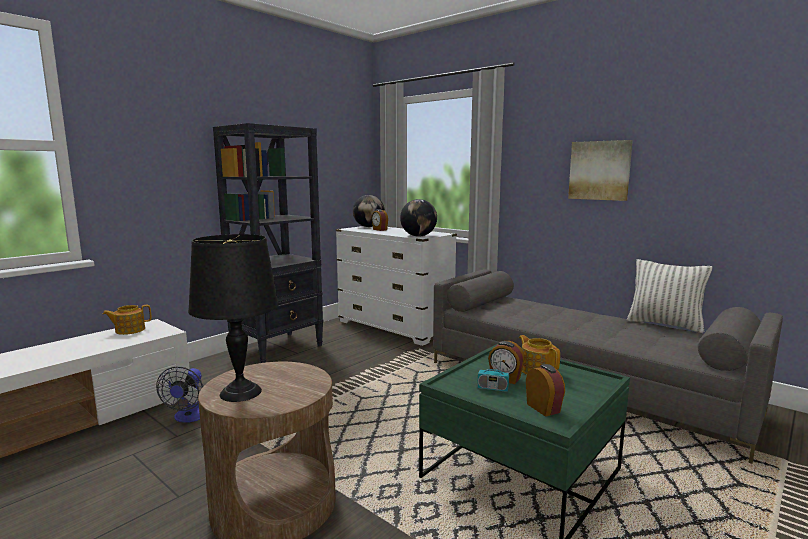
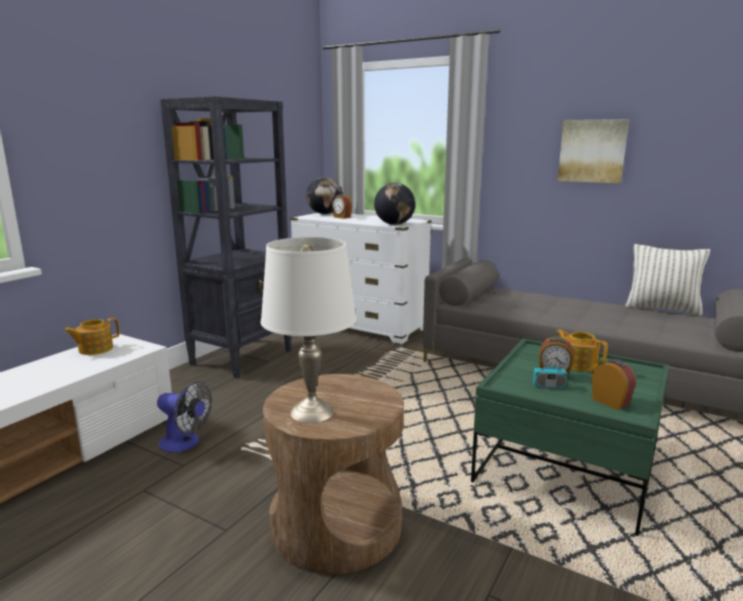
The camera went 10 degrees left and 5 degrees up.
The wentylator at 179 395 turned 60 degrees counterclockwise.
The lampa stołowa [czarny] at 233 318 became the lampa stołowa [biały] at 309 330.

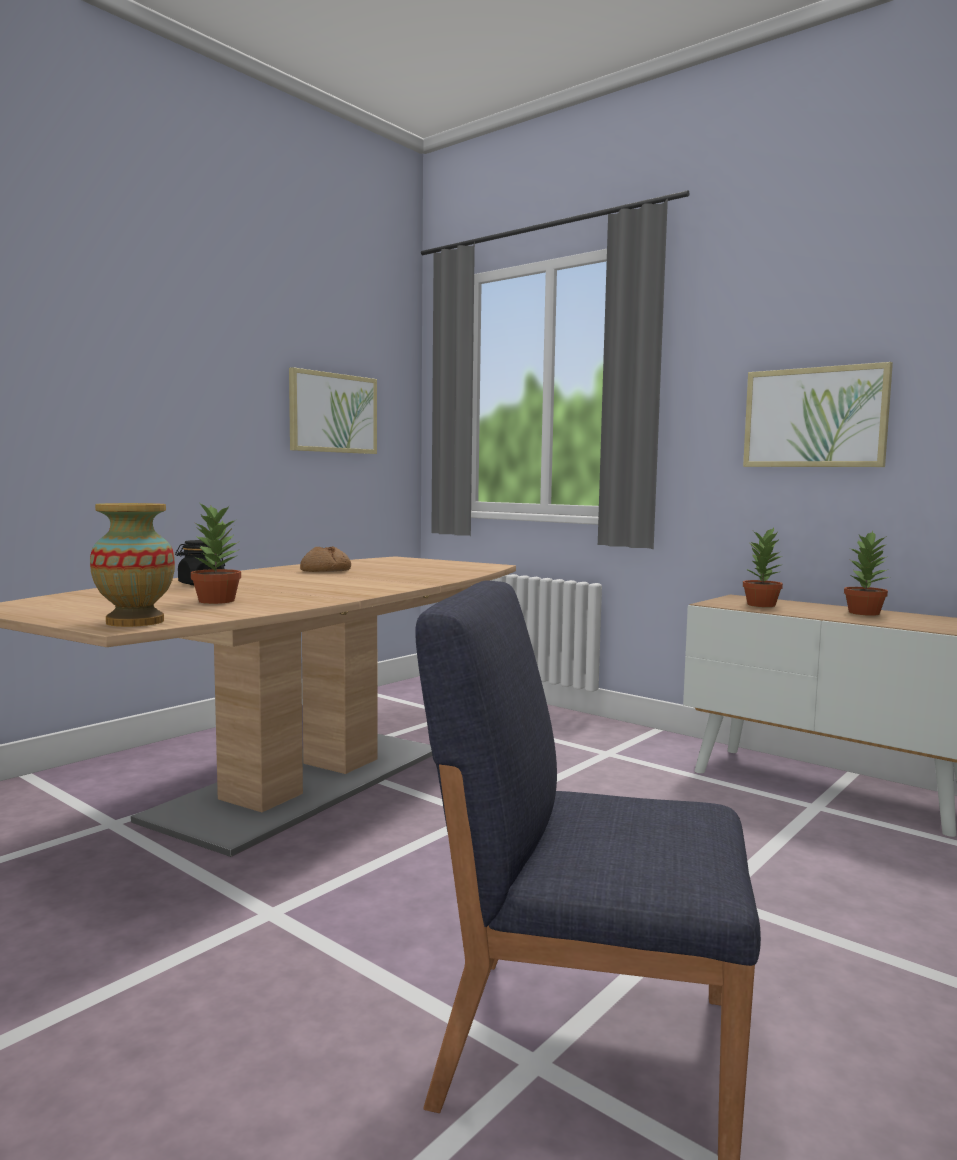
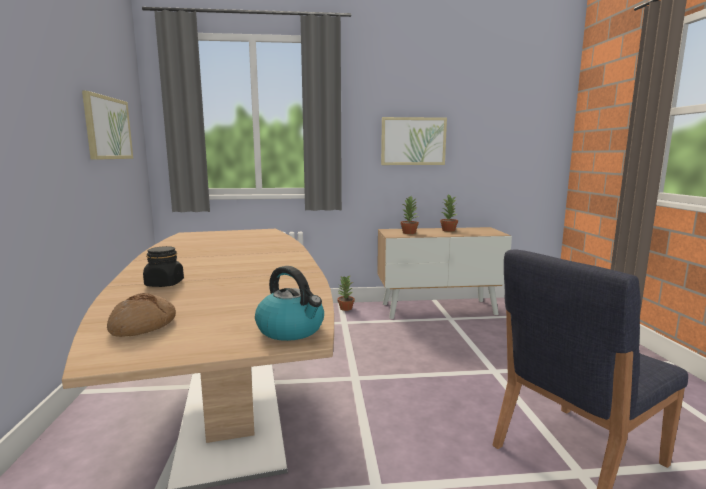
The camera went 45 degrees left and 5 degrees up.
The wazon at 132 565 was replaced by the czajnik at 289 303.
The roślina doniczkowa moved from 216 552 to 346 293.
The chleb moved from 325 559 to 141 315.

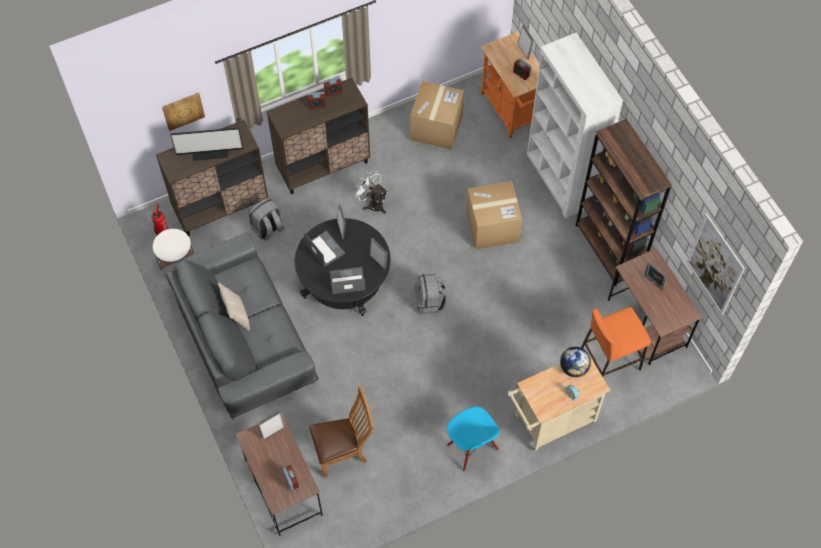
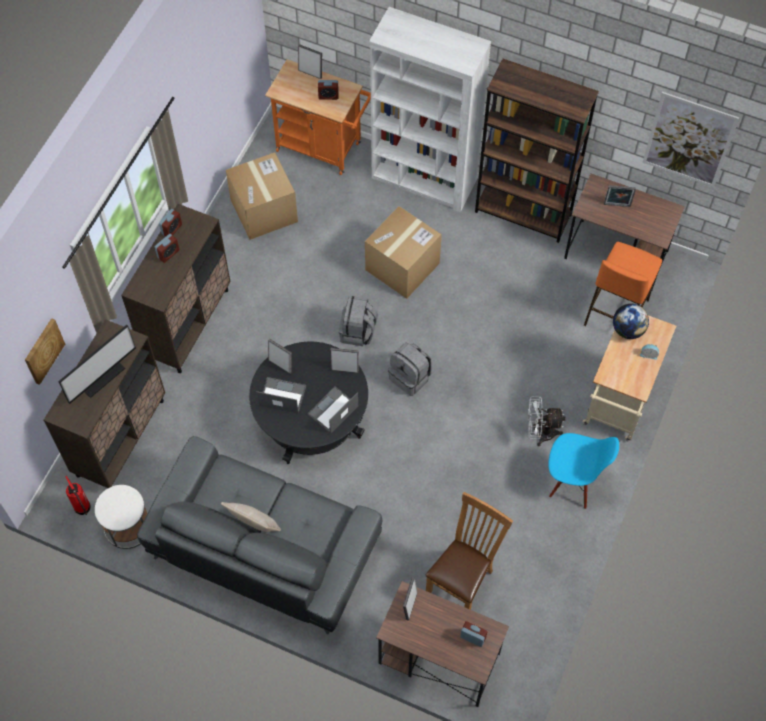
The camera went 40 degrees left and 0 degrees up.
The plecak [szary] moved from 266 219 to 358 321.
The wentylator [biały] moved from 370 192 to 547 421.

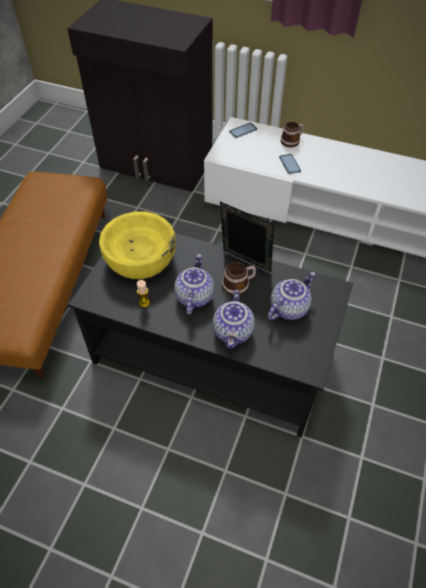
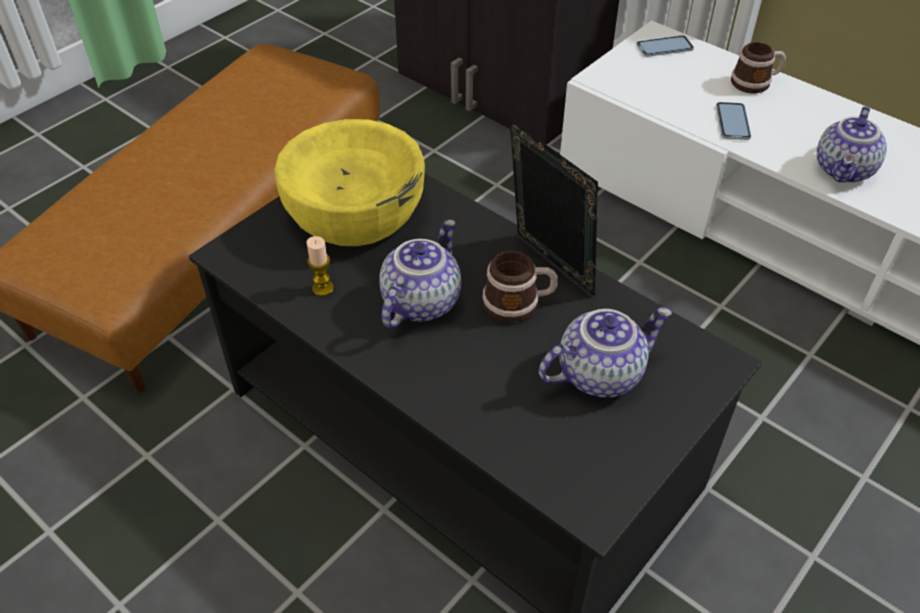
The camera went 20 degrees right and 5 degrees down.
The imbryk moved from 234 319 to 852 144.

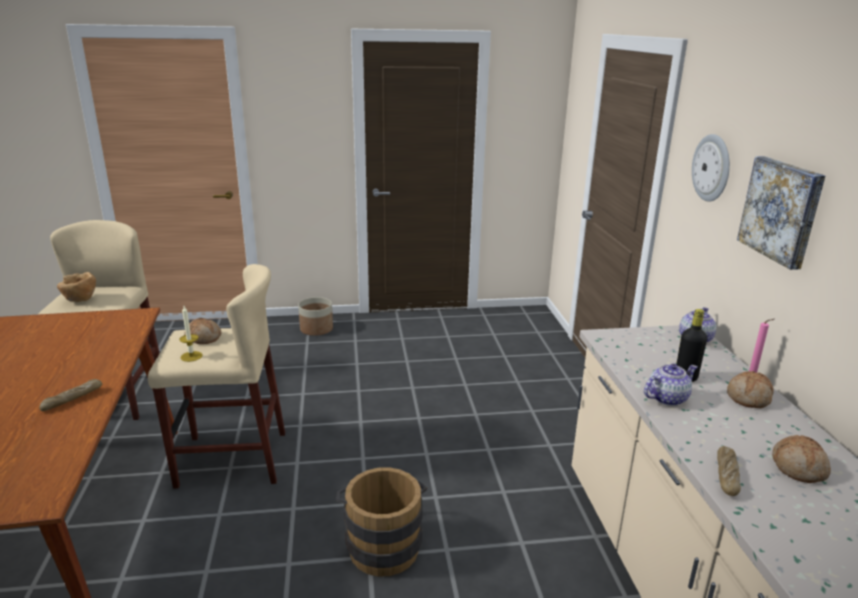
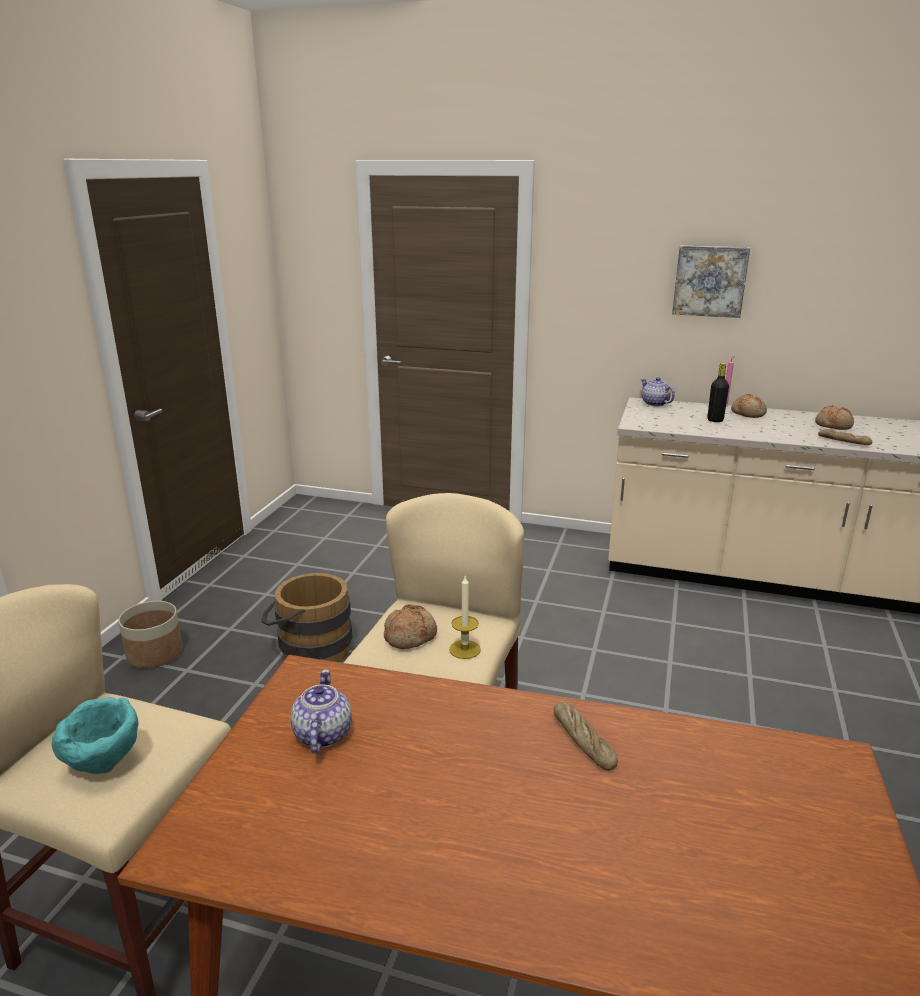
The camera went 65 degrees left and 0 degrees up.
The miska [brązowy] at 76 287 became the miska [turkusowy] at 95 735.
The wiadro [brązowy] moved from 381 521 to 306 617.
The imbryk moved from 671 385 to 320 711.
The zegar ścienny at 711 168 disappeared.

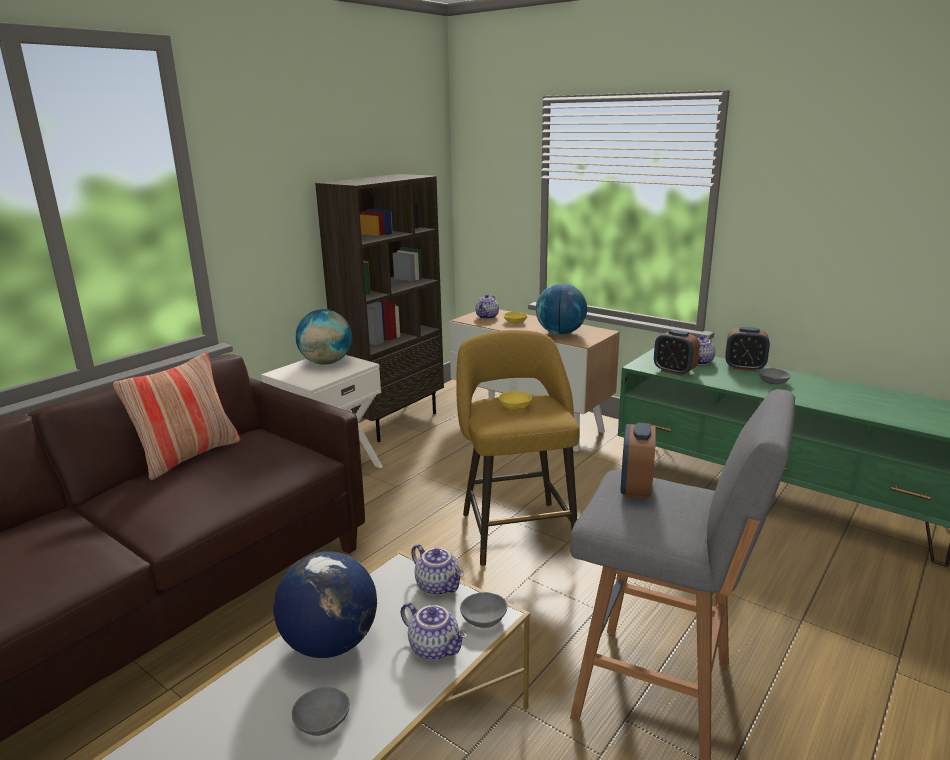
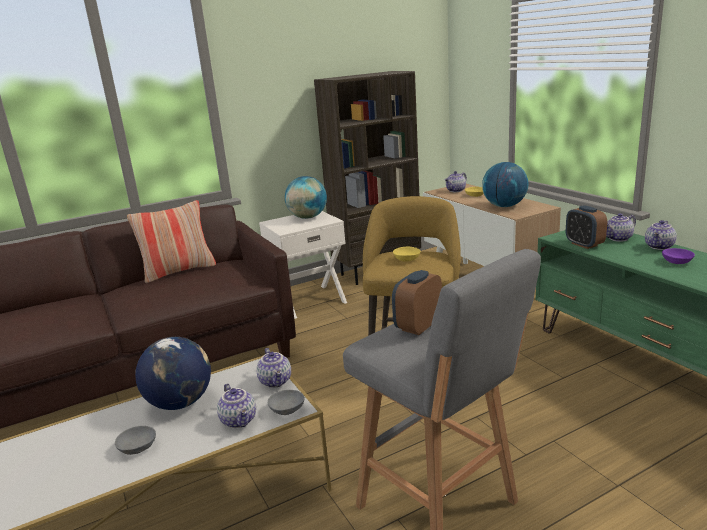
The camera went 25 degrees right and 0 degrees up.
The budzik at 748 349 was replaced by the imbryk at 661 235.
The miska [szary] at 774 376 became the miska [fioletowy] at 678 256.

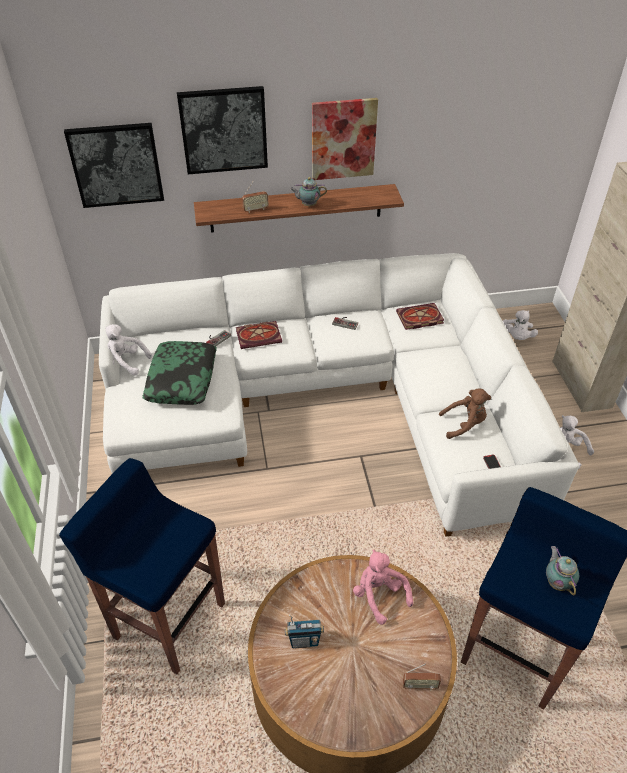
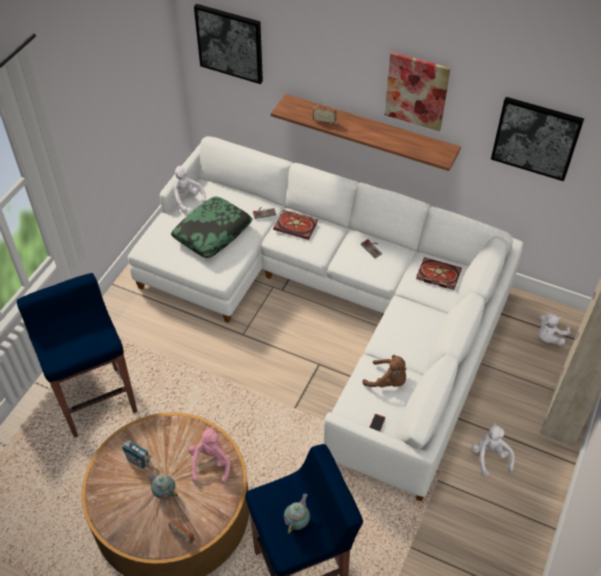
The camera went 35 degrees right and 5 degrees up.
The obraz moved from 222 130 to 537 139.
The imbryk moved from 308 191 to 162 486.

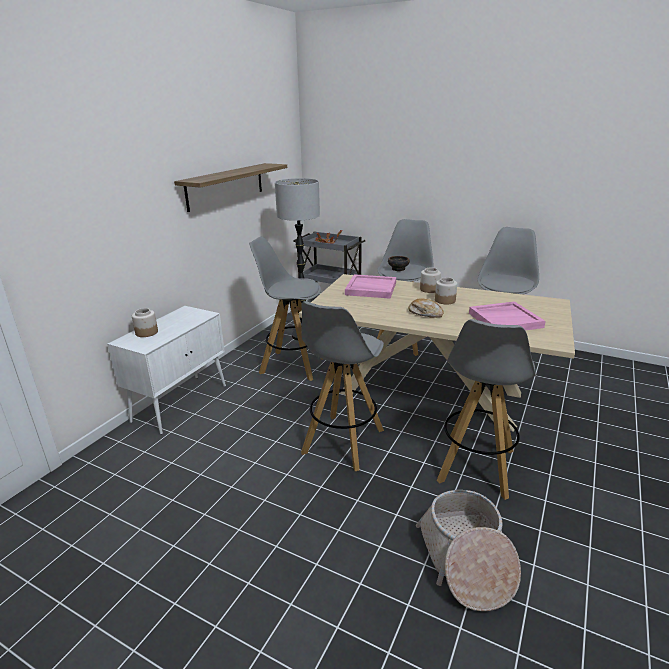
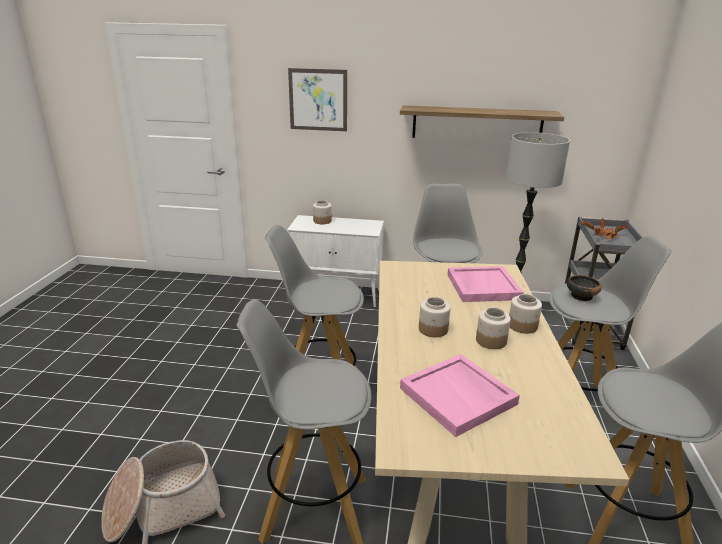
The camera went 70 degrees right and 0 degrees up.
The chleb at 426 308 was replaced by the słoik at 435 317.
The obraz at 317 99 appeared.

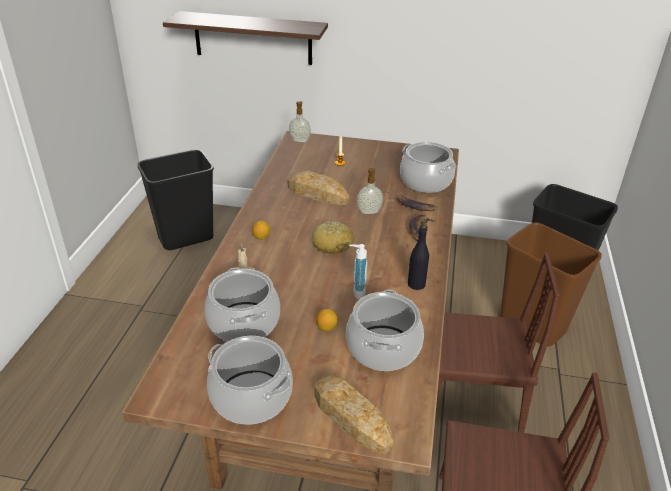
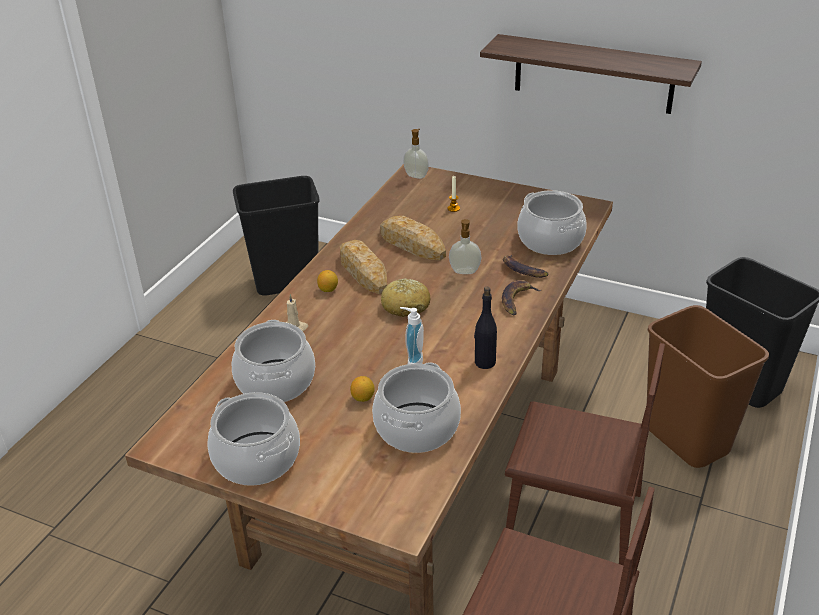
The camera went 15 degrees right and 0 degrees up.
The półka moved from 245 38 to 591 74.
The chleb moved from 354 414 to 363 267.

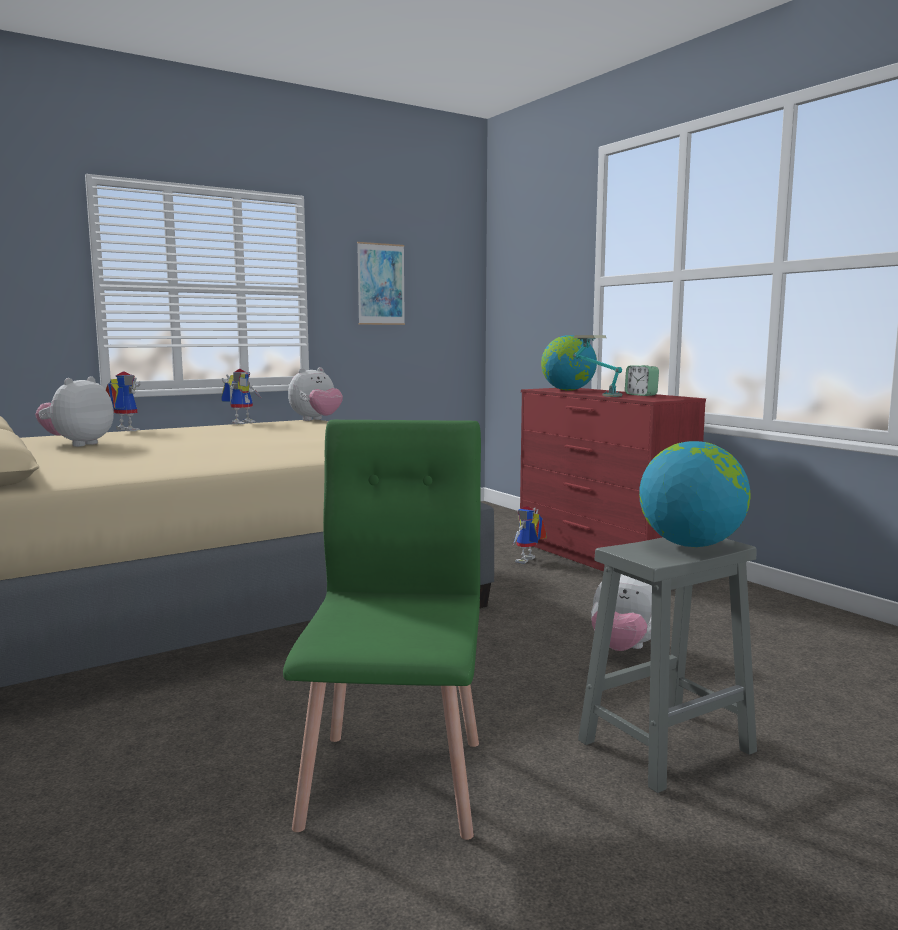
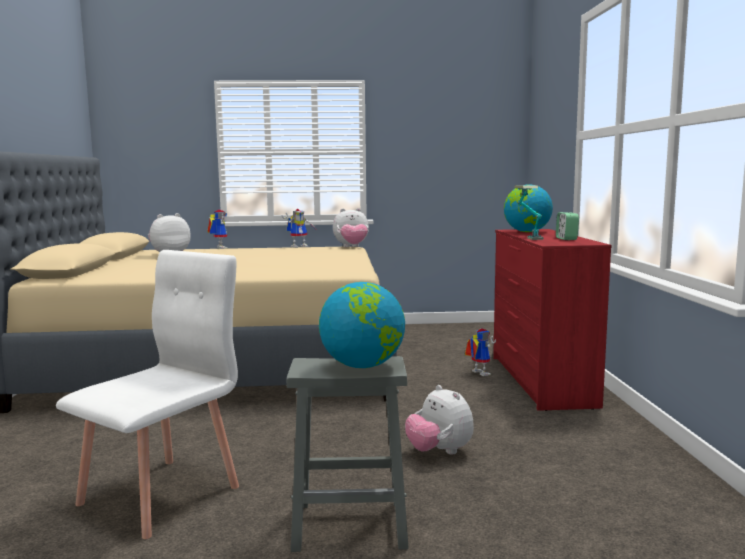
The camera went 30 degrees right and 0 degrees up.
The krzesło [zielony] at 382 630 became the krzesło [biały] at 147 394.
The obraz at 381 283 disappeared.
The robot zabawkowy at 530 534 turned 90 degrees clockwise.

